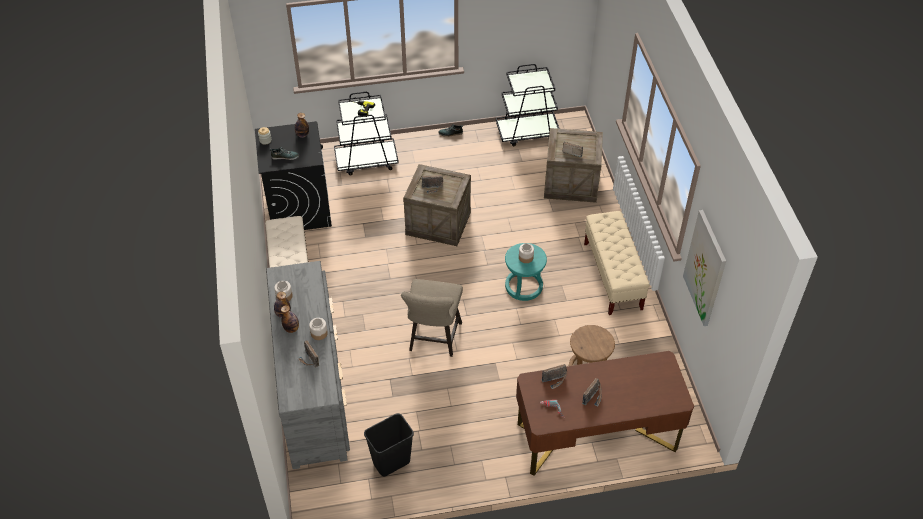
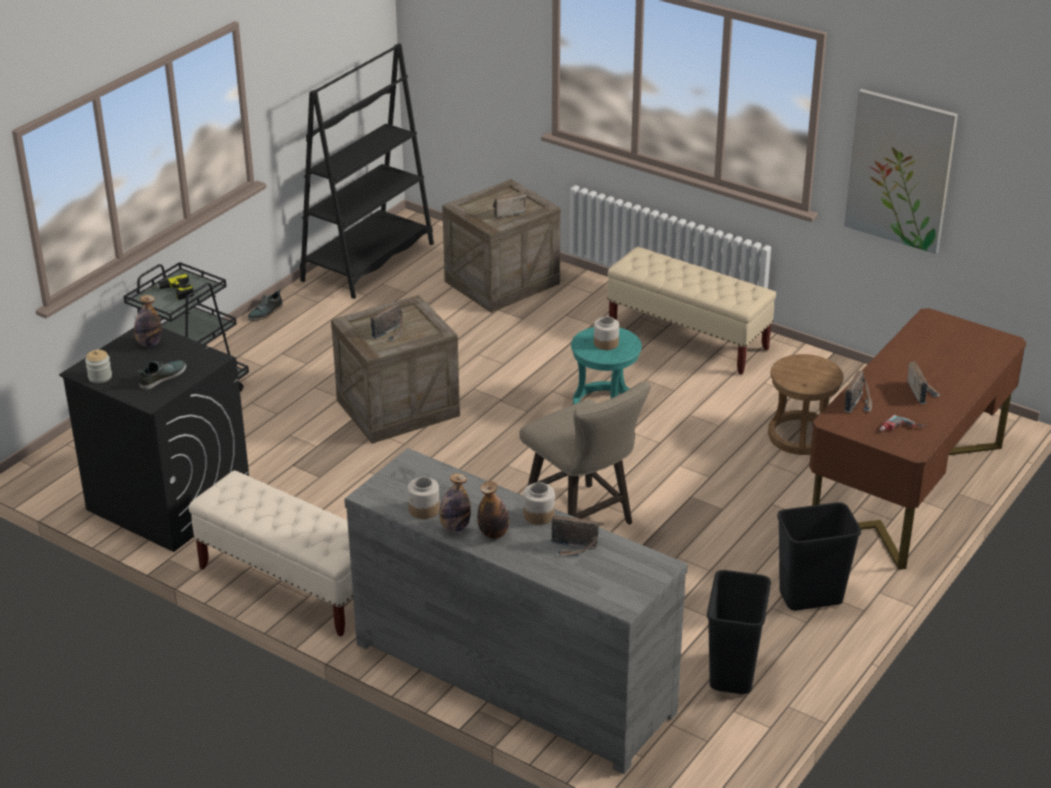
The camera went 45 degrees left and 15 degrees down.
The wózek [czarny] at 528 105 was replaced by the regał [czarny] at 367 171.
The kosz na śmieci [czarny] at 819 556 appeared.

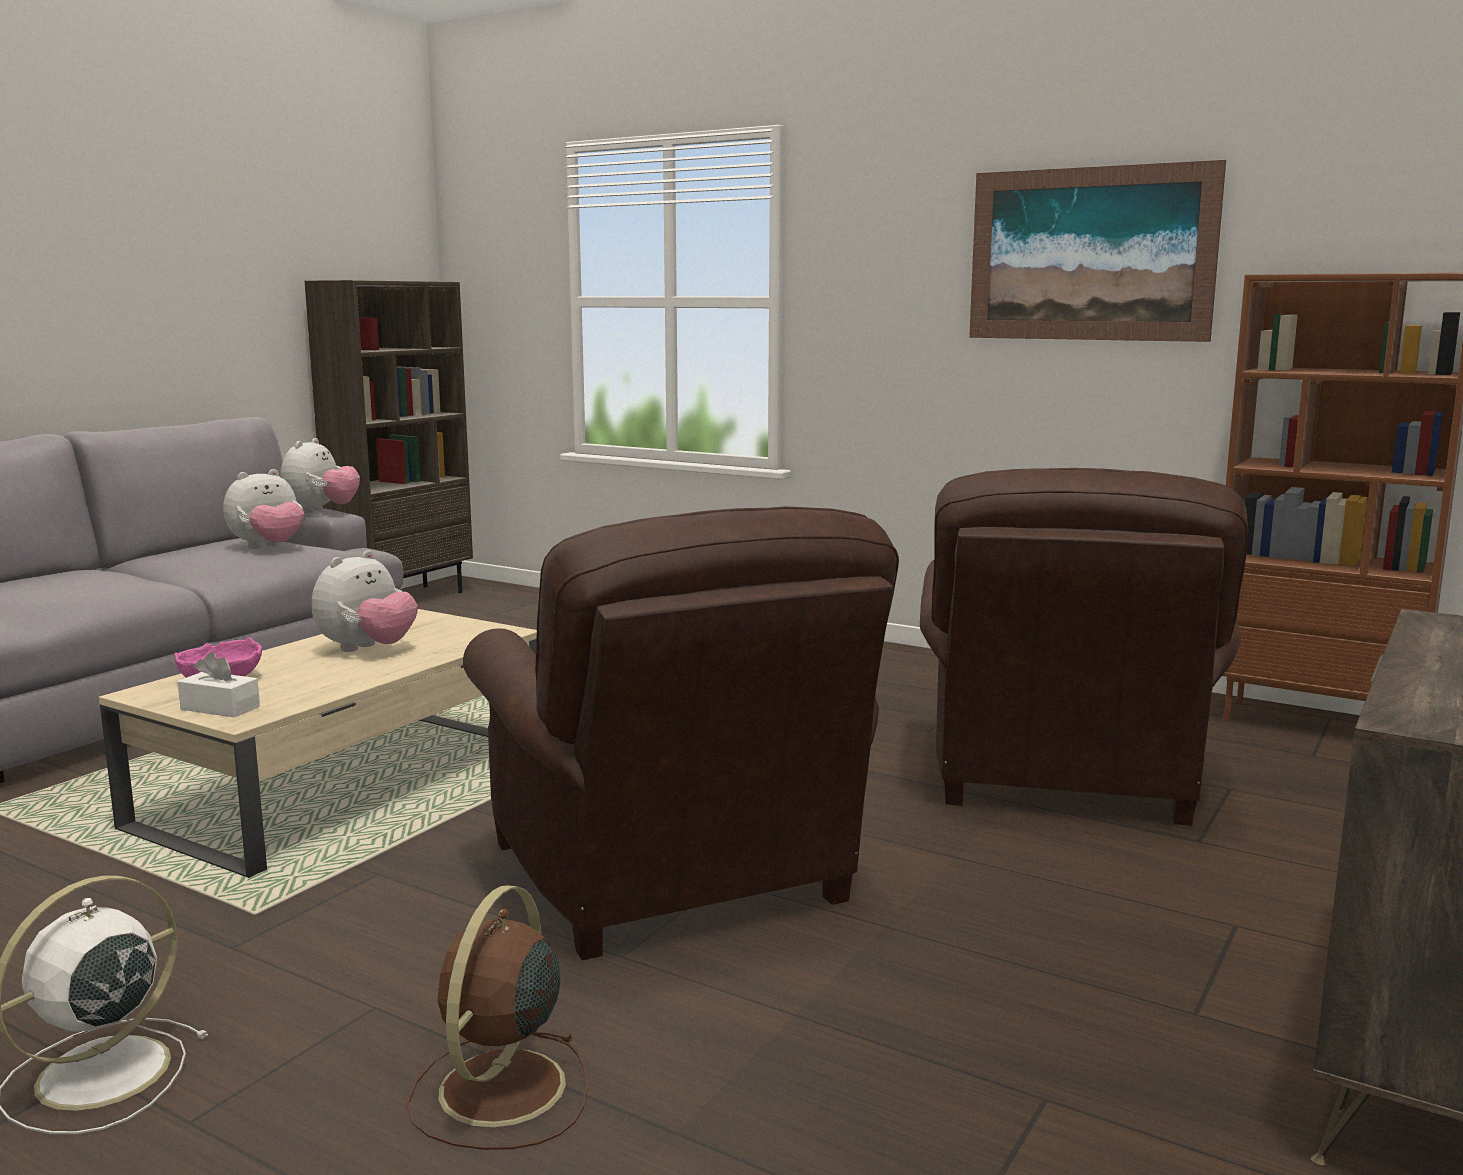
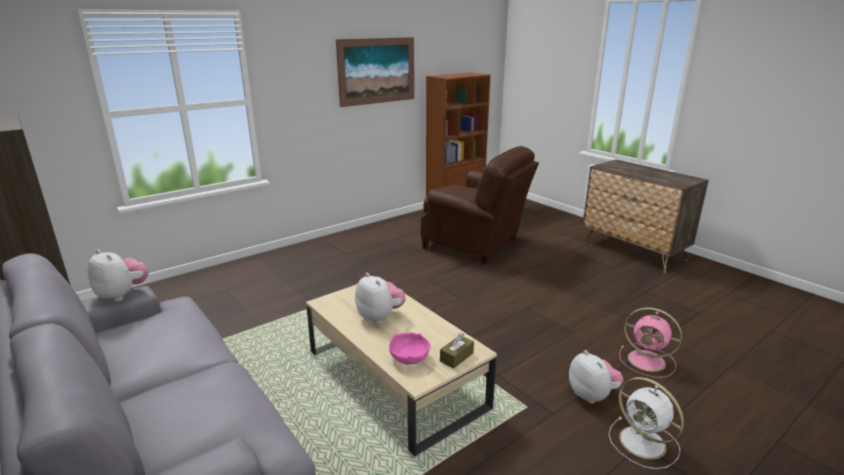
The camera went 70 degrees left and 10 degrees up.
The pudełko chusteczek [biały] at 219 684 became the pudełko chusteczek [brązowy] at 457 350.
The pluszak moved from 263 508 to 596 377.
The wentylator [brązowy] at 497 1017 became the wentylator [różowy] at 650 342.
The fotel [brązowy] at 681 733 disappeared.

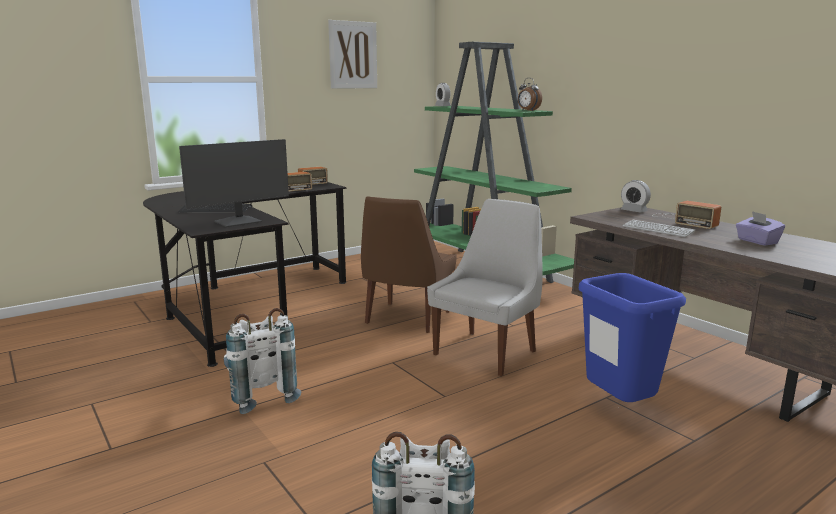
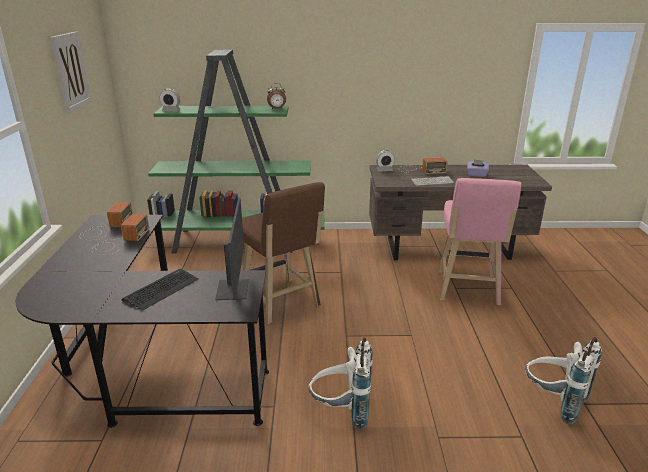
The camera went 55 degrees left and 10 degrees up.
The krzesło [brązowy] at 409 264 was replaced by the stołek [brązowy] at 283 253.
The krzesło [biały] at 485 287 disappeared.
The kosz na śmieci [niebieski] at 632 337 was replaced by the stołek [różowy] at 479 241.

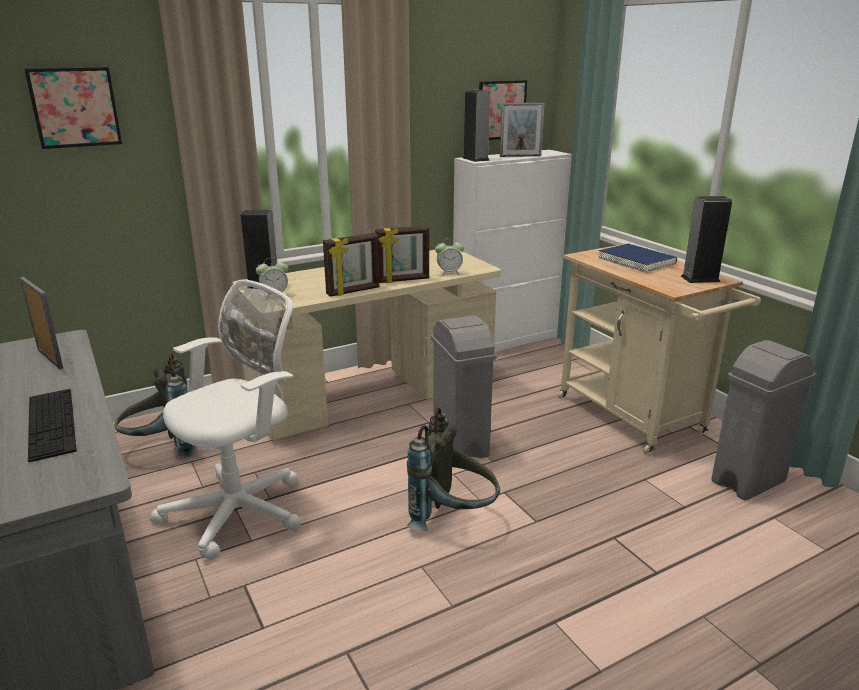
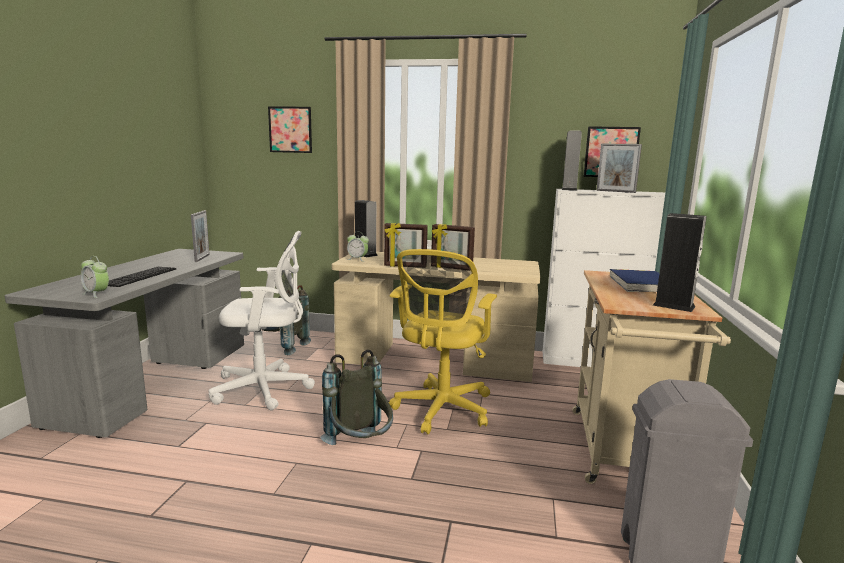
The camera went 40 degrees right and 10 degrees down.
The kosz na śmieci [szary] at 464 387 was replaced by the krzesło biurowe [żółty] at 443 341.
The budzik moved from 449 257 to 94 277.

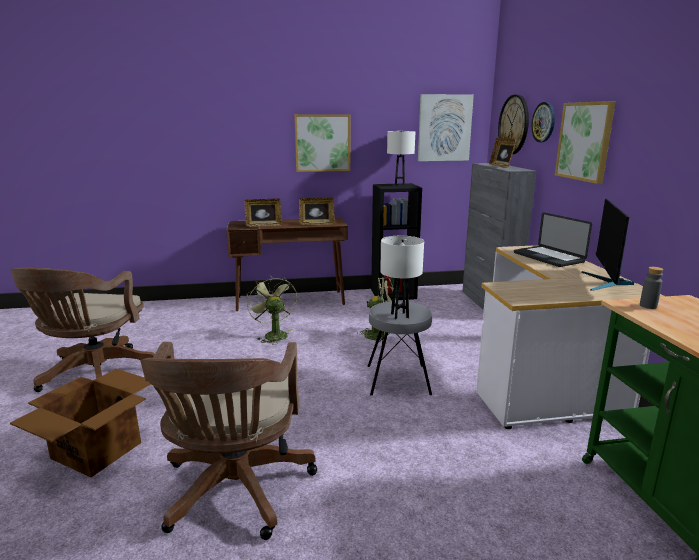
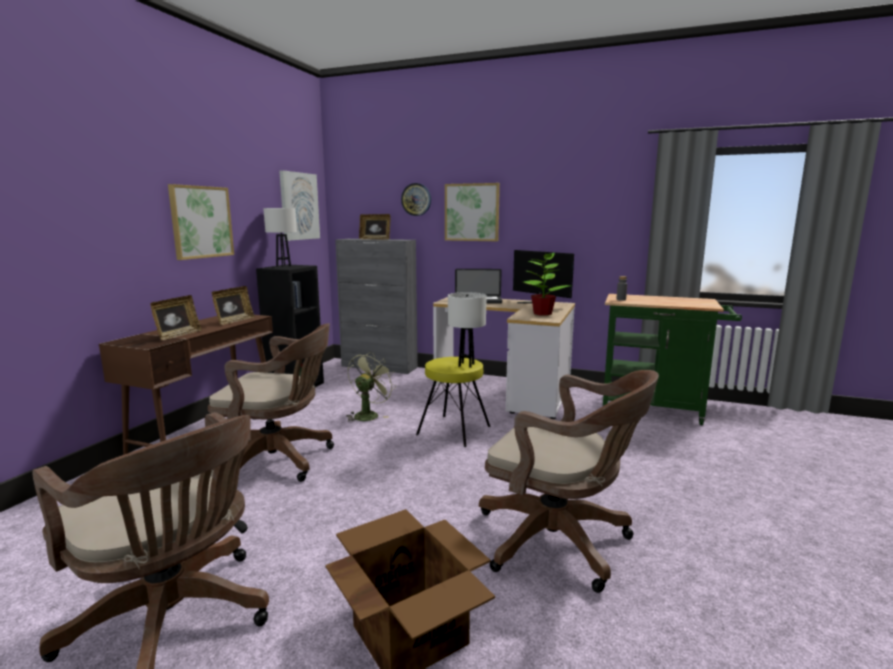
The camera went 60 degrees left and 5 degrees down.
The wentylator [zielony] at 272 310 was replaced by the krzesło biurowe [brązowy] at 271 402.
The stołek [szary] at 399 348 became the stołek [żółty] at 453 402.
The zegar ścienny at 513 125 disappeared.
The roślina doniczkowa at 546 282 appeared.

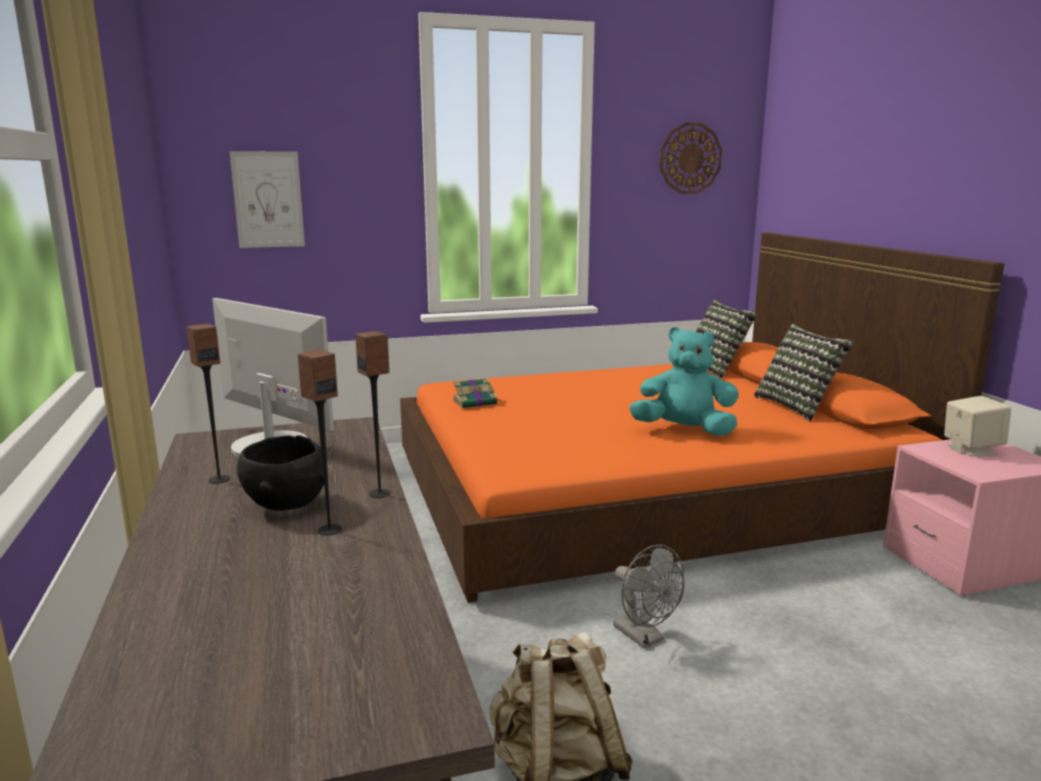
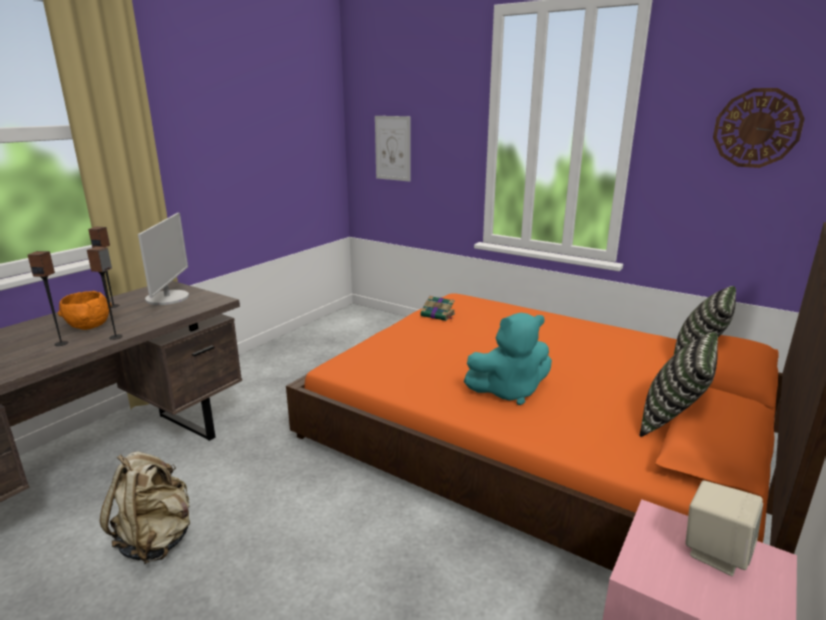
The camera went 50 degrees right and 5 degrees up.
The miska [czarny] at 280 473 became the miska [pomarańczowy] at 85 310.
The wentylator [szary] at 648 596 disappeared.
The pluszak [turkusowy] at 684 381 turned 105 degrees clockwise.

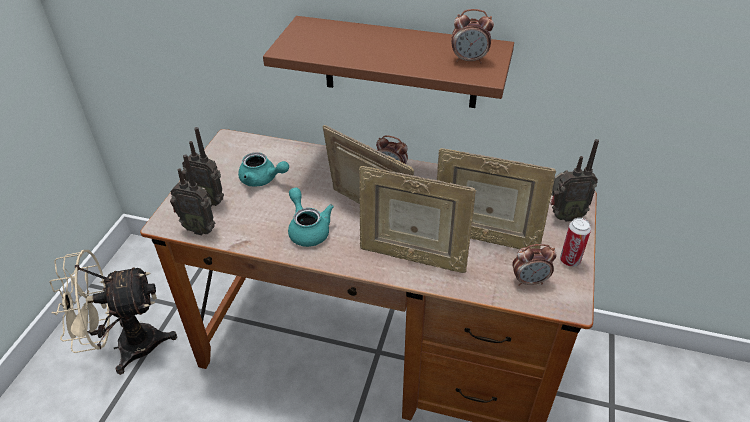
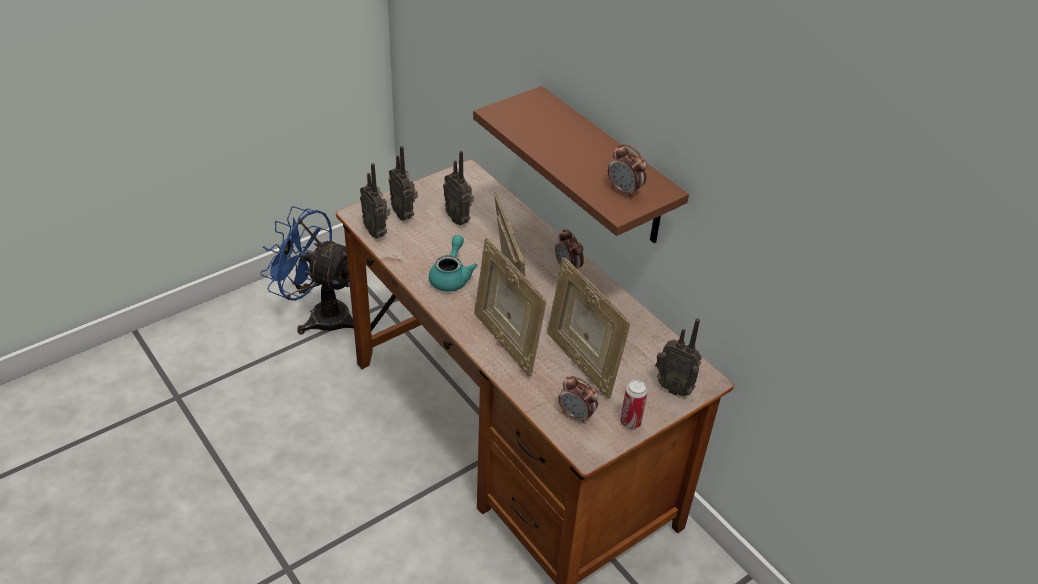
The camera went 35 degrees right and 0 degrees up.
The wentylator [beżowy] at 113 312 became the wentylator [niebieski] at 307 270.
The imbryk [turkusowy] at 263 169 was replaced by the radio at 458 188.

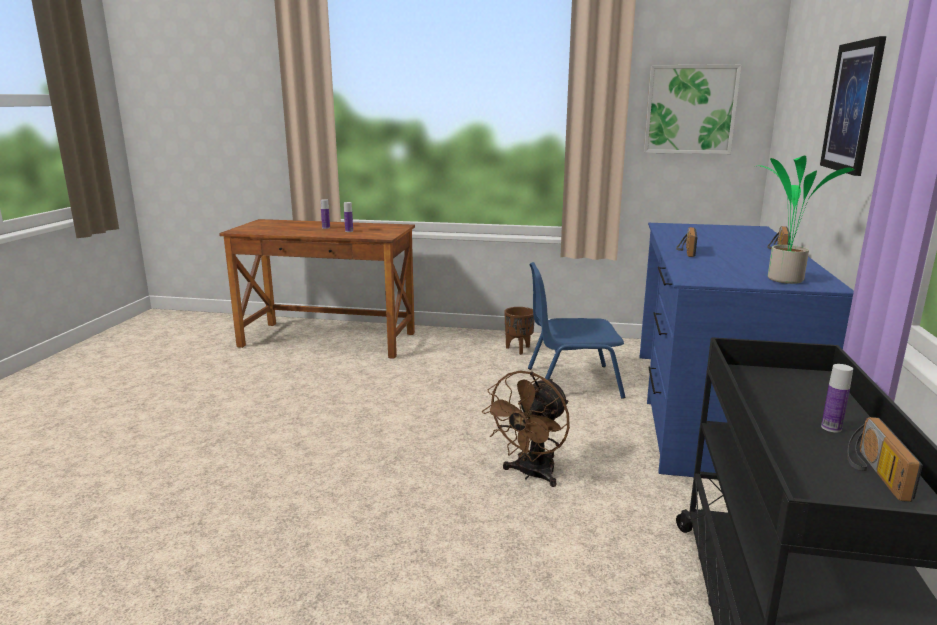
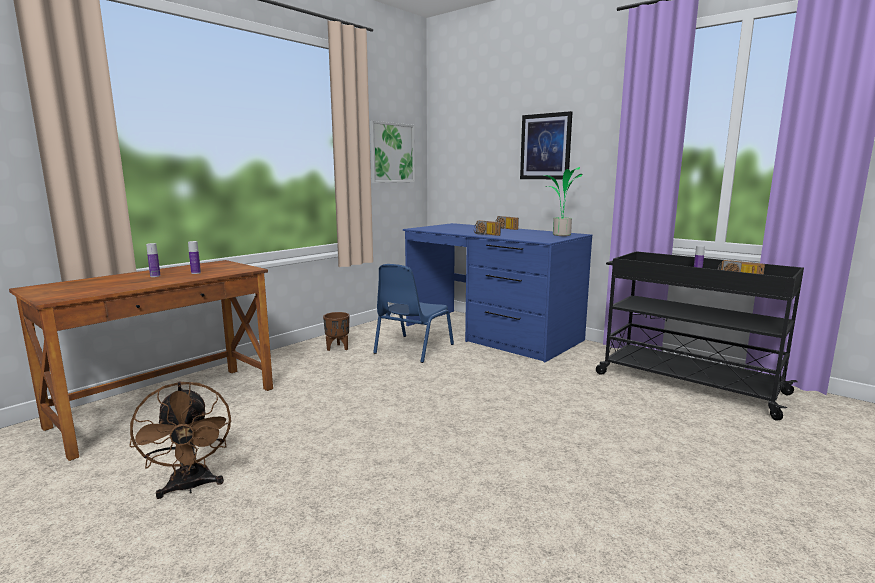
The camera went 60 degrees left and 5 degrees down.
The wentylator [brązowy] moved from 526 428 to 180 440.

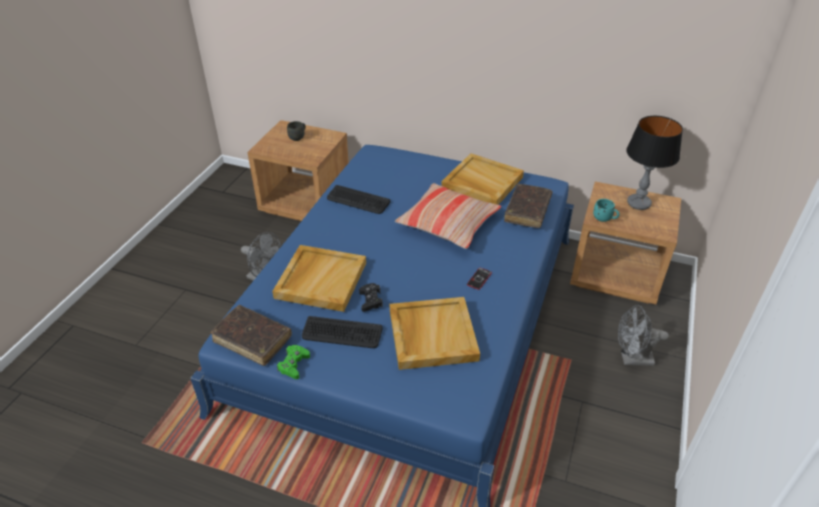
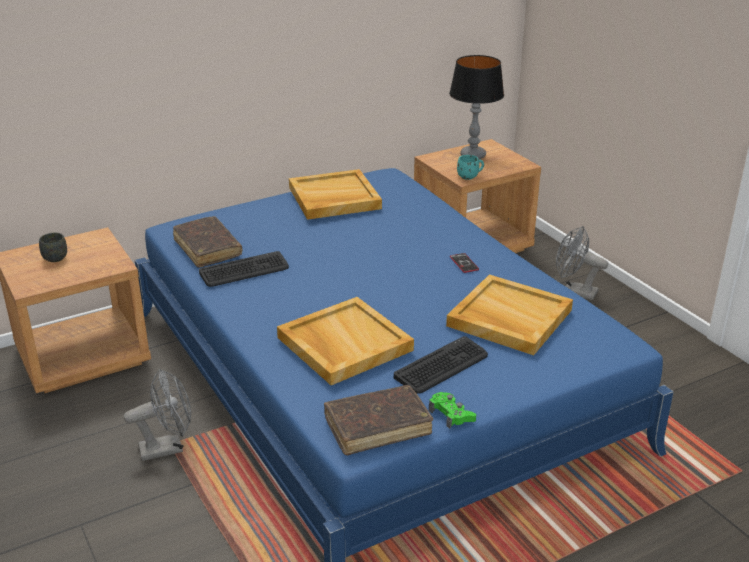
The camera went 50 degrees left and 10 degrees down.
The pad do gier [czarny] at 371 297 disappeared.
The poduszka at 448 216 disappeared.
The książka [brązowy] moved from 528 206 to 207 242.
The wentylator [szary] at 643 335 turned 75 degrees clockwise.

